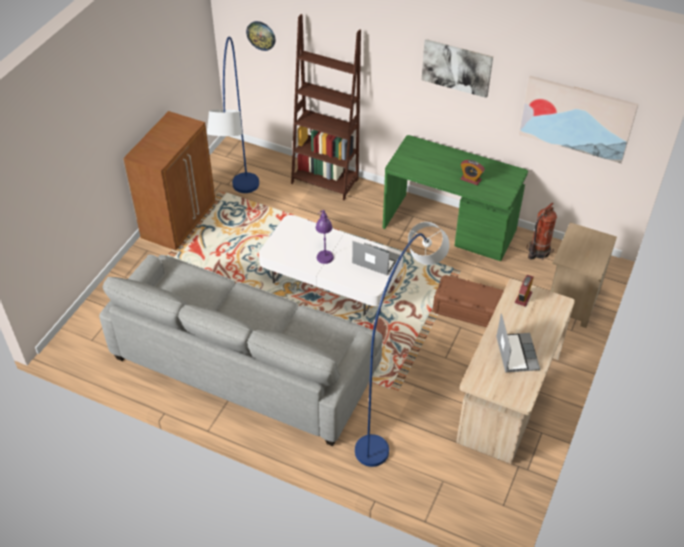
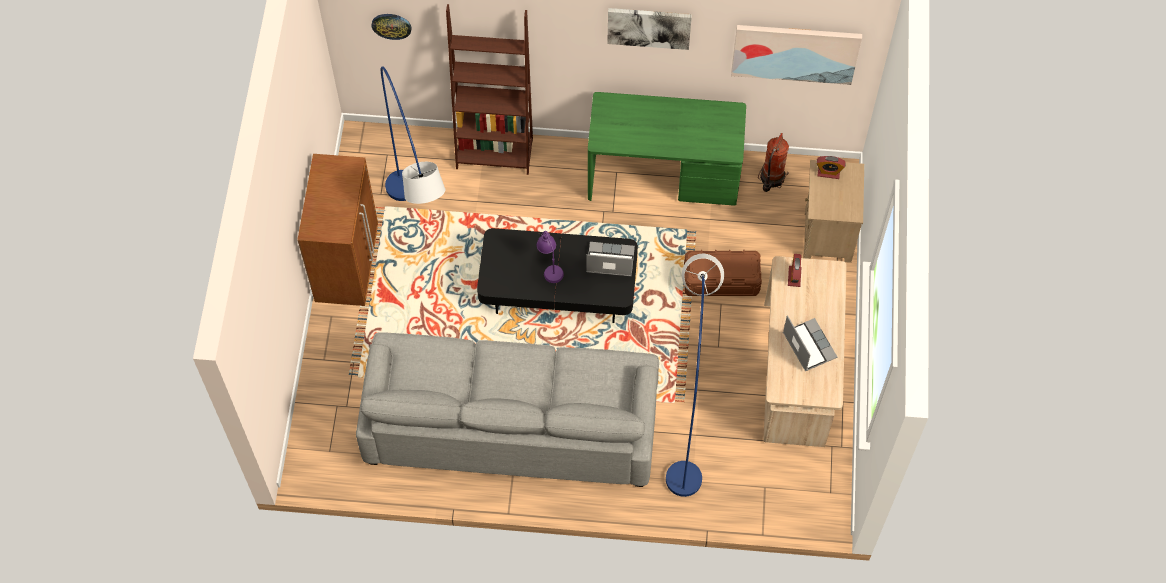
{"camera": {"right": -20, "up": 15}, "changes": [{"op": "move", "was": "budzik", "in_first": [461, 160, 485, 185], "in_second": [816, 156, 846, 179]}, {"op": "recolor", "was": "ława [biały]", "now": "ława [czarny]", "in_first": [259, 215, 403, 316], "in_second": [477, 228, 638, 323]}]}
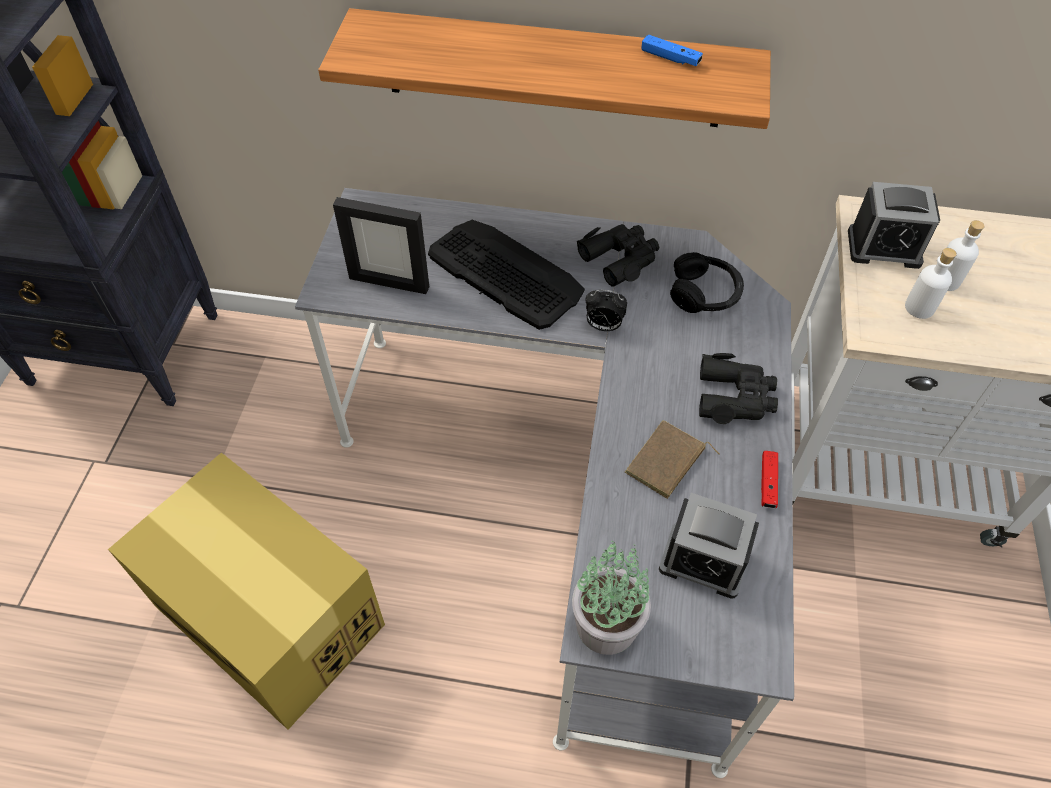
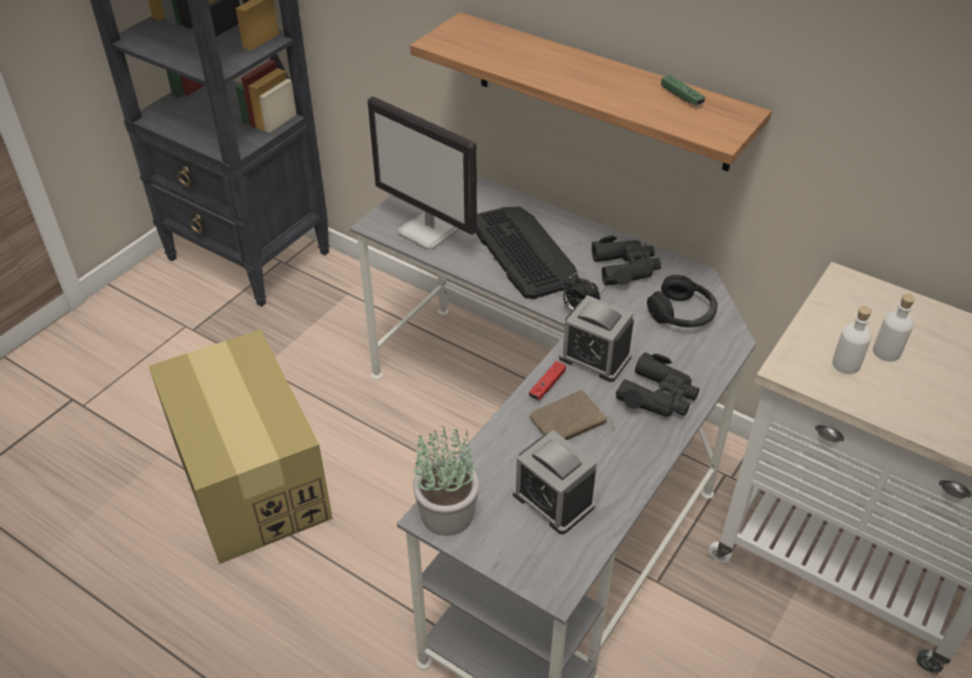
{"camera": {"right": 25, "up": -10}, "changes": [{"op": "recolor", "was": "pad do gier [niebieski]", "now": "pad do gier [zielony]", "in_first": [641, 34, 703, 66], "in_second": [661, 75, 705, 106]}, {"op": "move", "was": "budzik", "in_first": [848, 182, 940, 269], "in_second": [559, 295, 634, 382]}, {"op": "replace", "was": "ramka na zdjęcie", "now": "monitor", "in_first": [333, 197, 429, 294], "in_second": [368, 96, 477, 250]}, {"op": "move", "was": "pad do gier [czerwony]", "in_first": [761, 451, 778, 508], "in_second": [529, 361, 566, 401]}]}
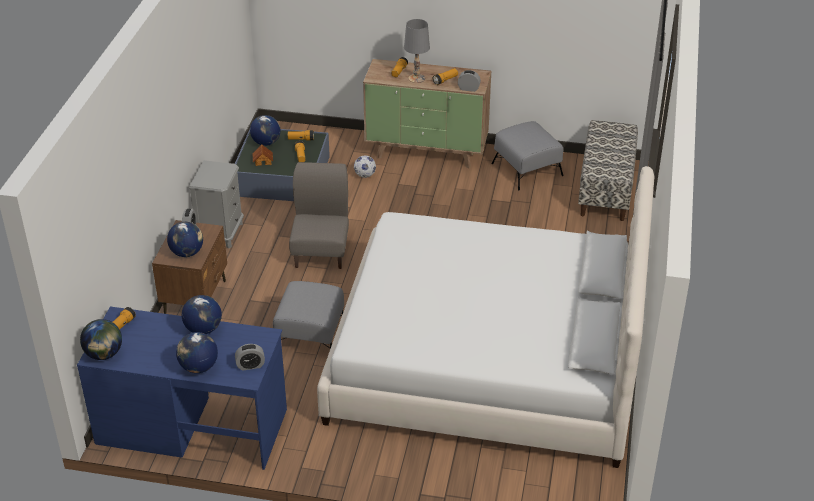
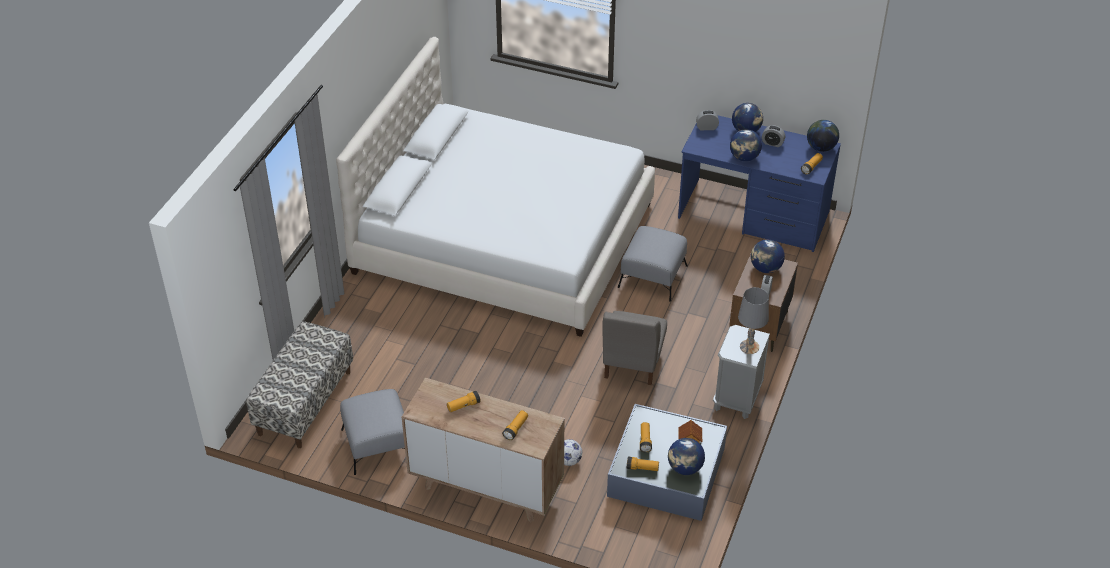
{"camera": {"right": -170, "up": 5}, "changes": [{"op": "move", "was": "lampa stołowa [szary]", "in_first": [404, 19, 430, 83], "in_second": [738, 287, 769, 354]}, {"op": "move", "was": "budzik", "in_first": [458, 70, 481, 92], "in_second": [762, 125, 785, 147]}]}
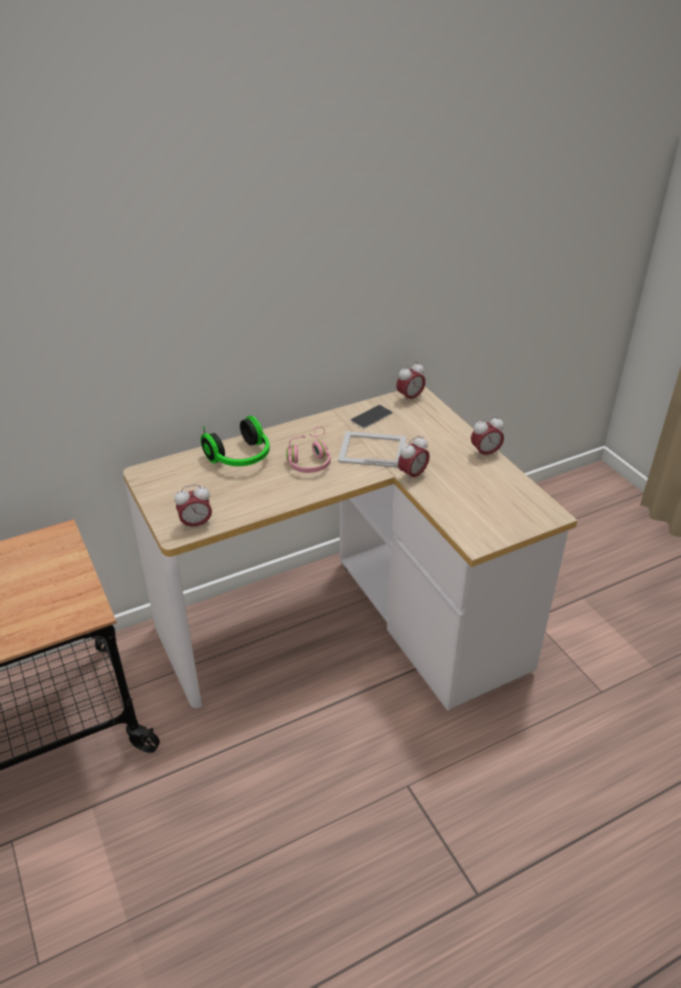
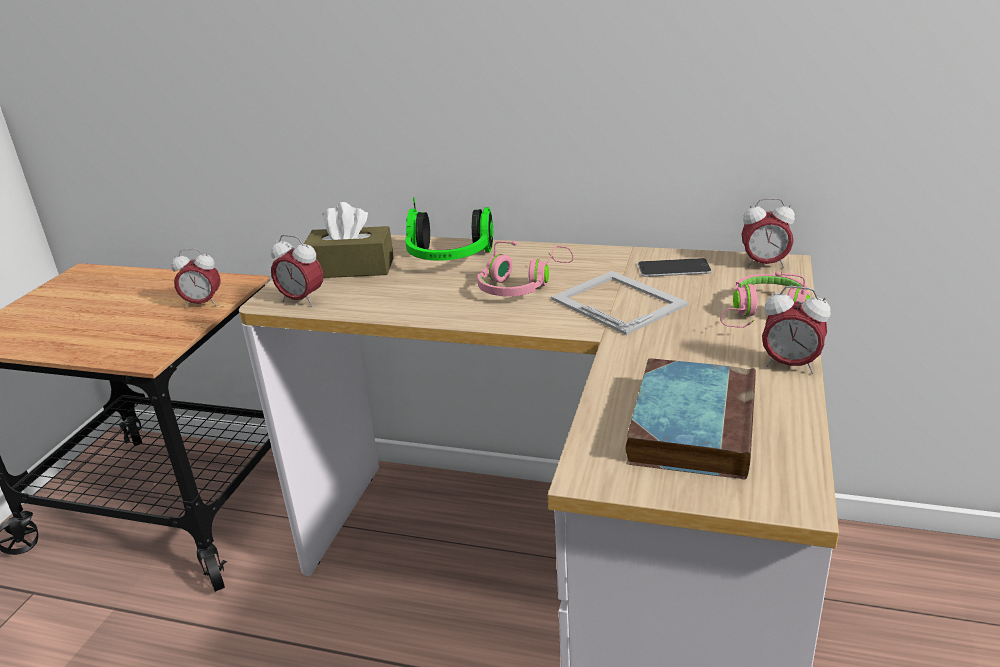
{"camera": {"right": 45, "up": -10}, "changes": [{"op": "move", "was": "budzik", "in_first": [398, 435, 430, 483], "in_second": [171, 249, 221, 308]}, {"op": "insert", "now": "pudełko chusteczek [brązowy]", "in_second": [304, 202, 394, 278]}, {"op": "insert", "now": "słuchawki [różowy]", "in_second": [720, 271, 810, 328]}, {"op": "insert", "now": "książka", "in_second": [625, 358, 756, 480]}]}
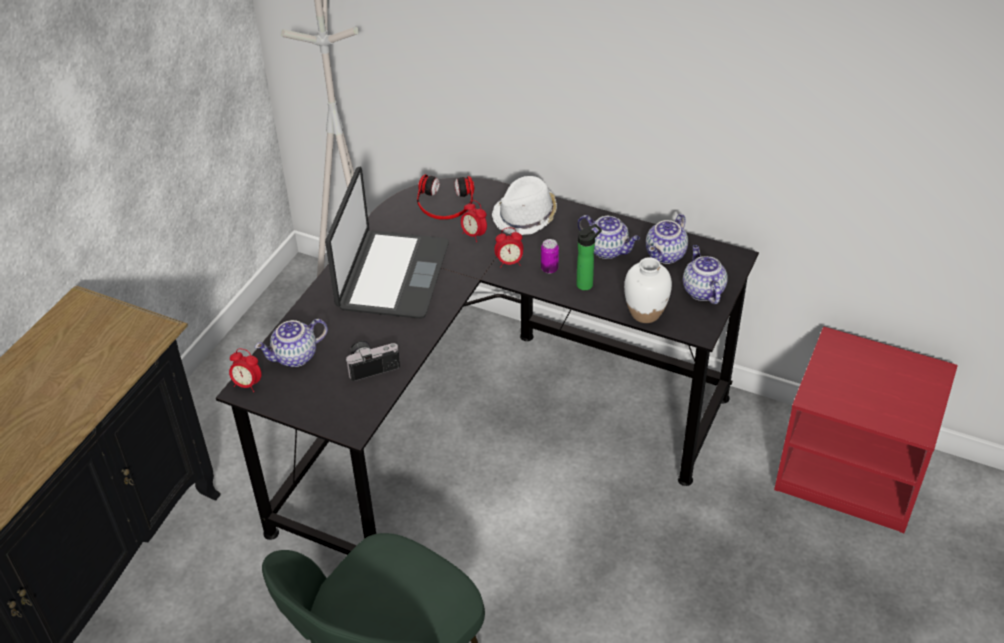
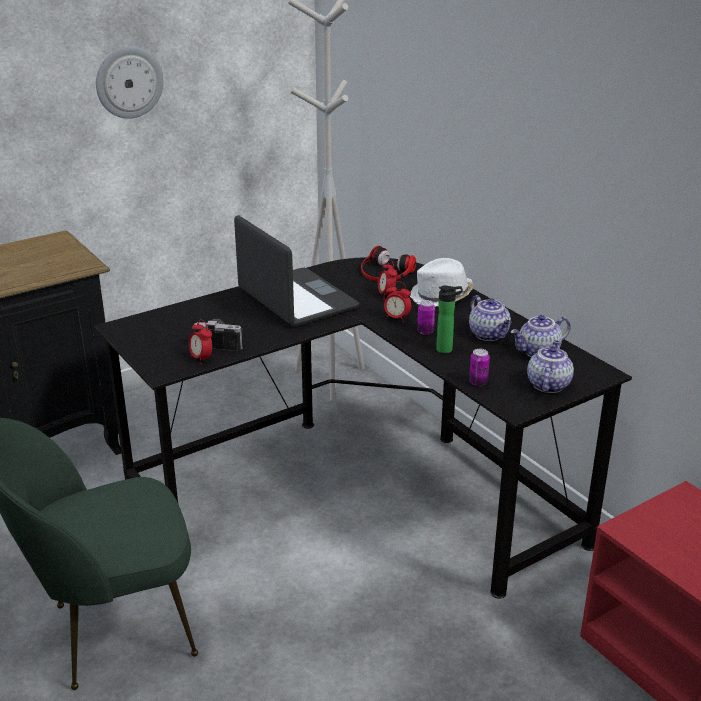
{"camera": {"right": 30, "up": -15}, "changes": [{"op": "rotate", "was": "laptop", "in_first": [325, 166, 449, 319], "in_second": [234, 215, 359, 326], "clockwise": -75}, {"op": "replace", "was": "wazon [biały]", "now": "puszka", "in_first": [624, 257, 672, 323], "in_second": [469, 349, 490, 386]}, {"op": "delete", "was": "imbryk", "in_first": [255, 319, 328, 367]}, {"op": "move", "was": "budzik", "in_first": [229, 348, 262, 392], "in_second": [188, 319, 212, 362]}, {"op": "insert", "now": "zegar ścienny", "in_second": [96, 46, 164, 119]}]}
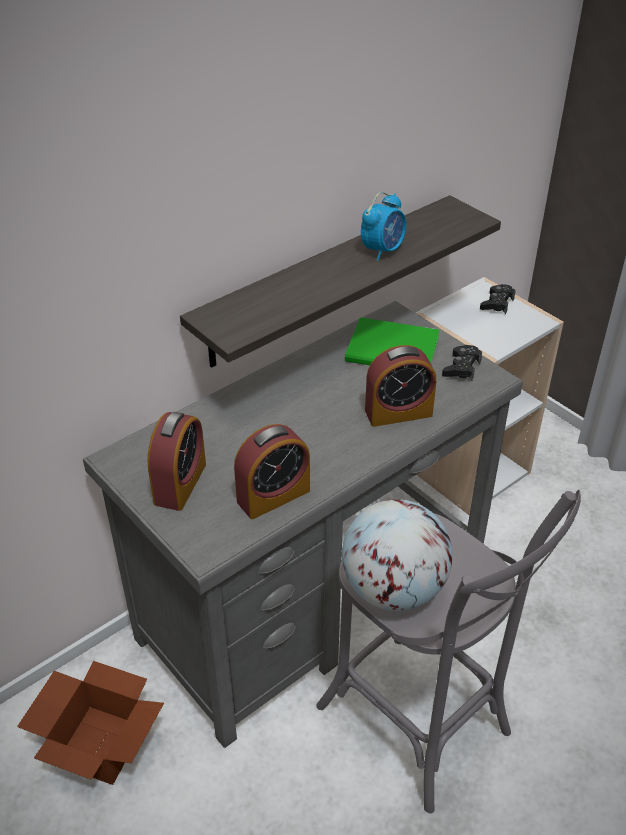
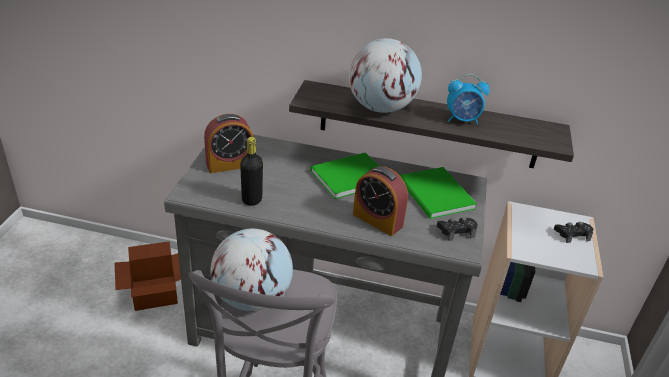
{"camera": {"right": 50, "up": -5}, "changes": [{"op": "replace", "was": "budzik", "now": "butelka [czarny]", "in_first": [234, 424, 310, 519], "in_second": [240, 137, 263, 206]}, {"op": "insert", "now": "globus", "in_second": [349, 38, 422, 113]}, {"op": "insert", "now": "książka [zielony]", "in_second": [310, 152, 379, 199]}]}
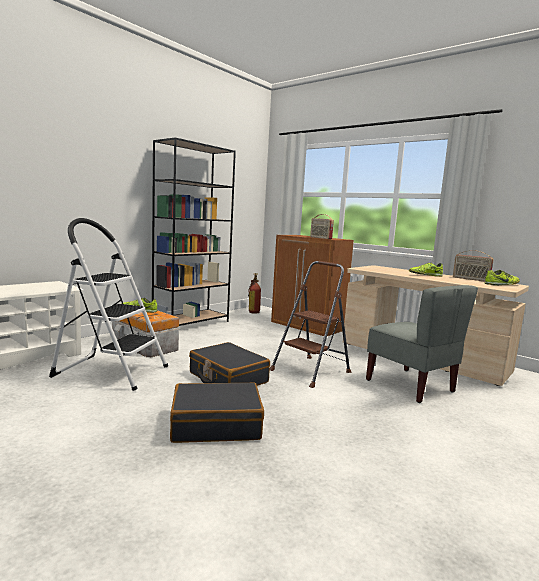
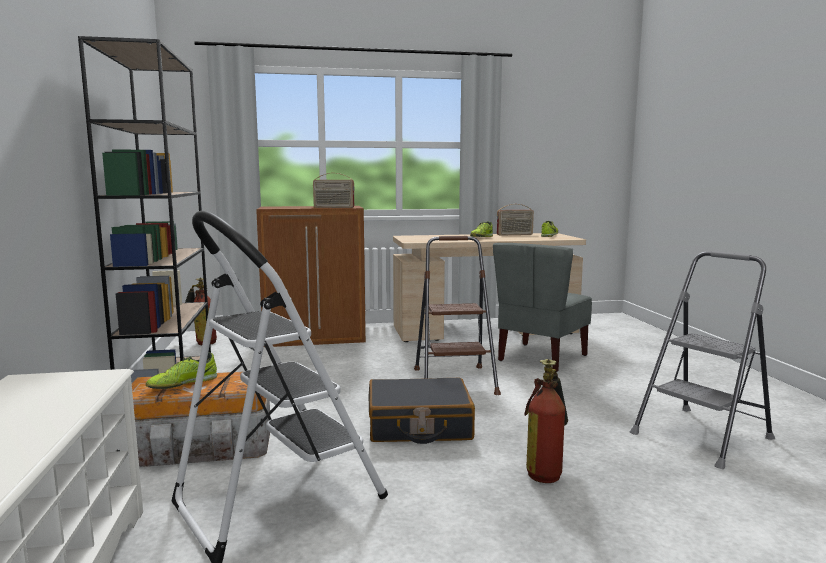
{"camera": {"right": -50, "up": 0}, "changes": [{"op": "rotate", "was": "krzesło [szary]", "in_first": [366, 285, 478, 403], "in_second": [493, 243, 592, 371], "clockwise": 120}, {"op": "replace", "was": "walizka [czarny]", "now": "gaśnica", "in_first": [170, 382, 264, 443], "in_second": [524, 359, 568, 483]}, {"op": "insert", "now": "drabinka [szary]", "in_second": [630, 251, 775, 469]}]}
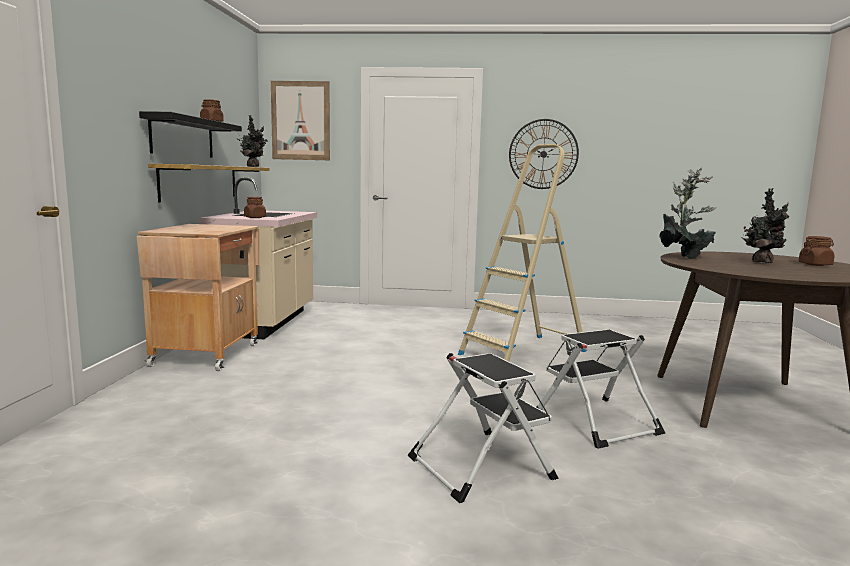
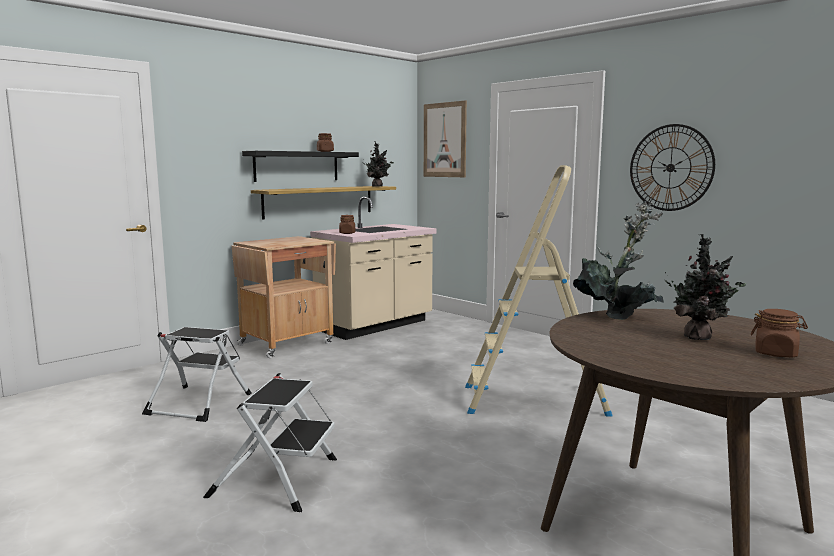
{"camera": {"right": 40, "up": 0}, "changes": [{"op": "move", "was": "drabinka", "in_first": [537, 329, 665, 449], "in_second": [142, 327, 252, 422]}]}
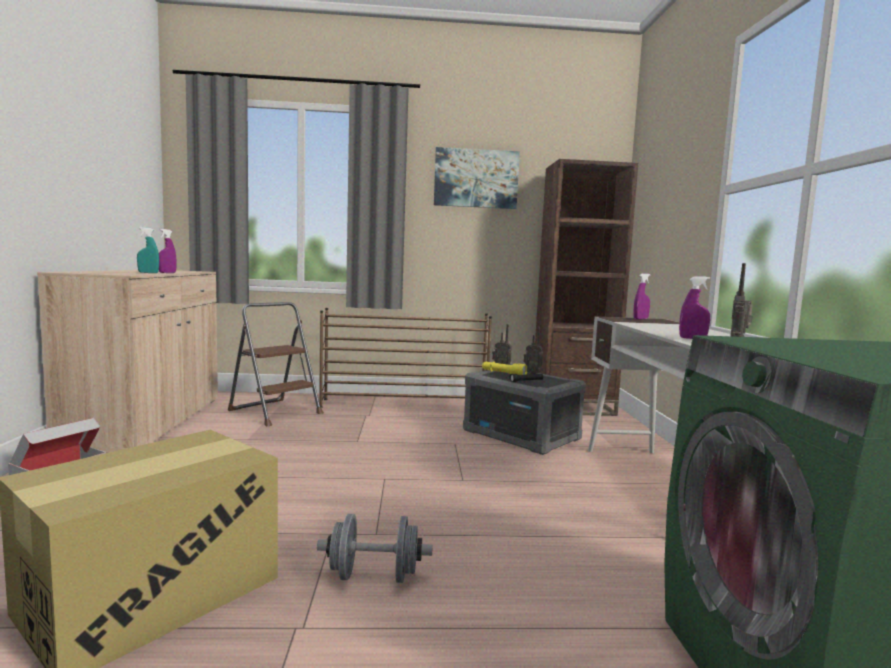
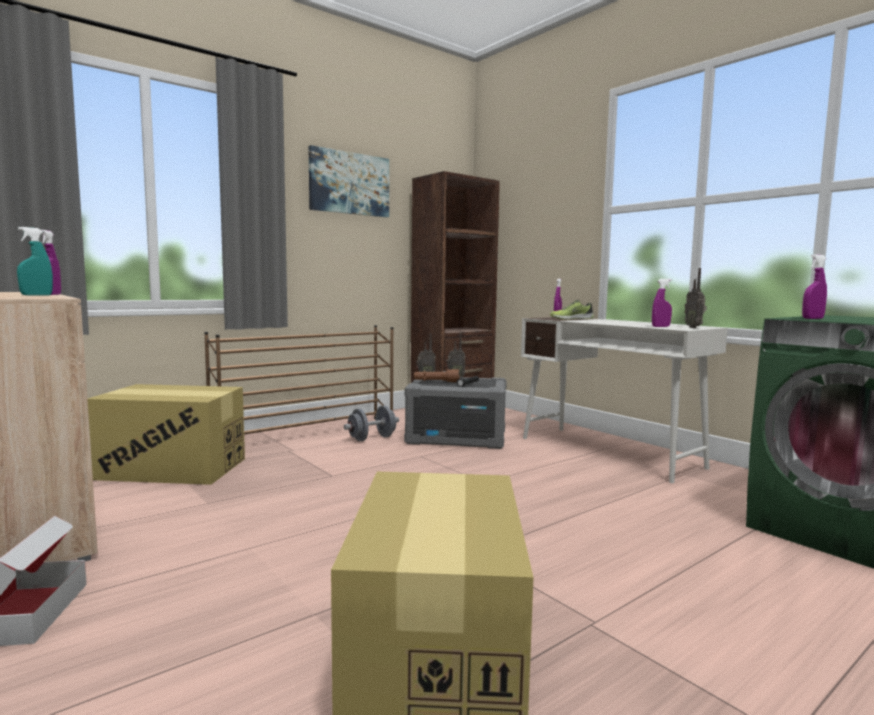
{"camera": {"right": -35, "up": 0}, "changes": [{"op": "replace", "was": "drabinka [brązowy]", "now": "karton", "in_first": [228, 302, 324, 426], "in_second": [87, 384, 245, 485]}, {"op": "recolor", "was": "latarka [żółty]", "now": "latarka [brązowy]", "in_first": [482, 362, 527, 375], "in_second": [414, 369, 460, 382]}, {"op": "move", "was": "hantel [szary]", "in_first": [317, 514, 433, 583], "in_second": [344, 406, 399, 442]}, {"op": "insert", "now": "spryskiwacz [fioletowy]", "in_second": [802, 254, 827, 319]}, {"op": "insert", "now": "but", "in_second": [550, 300, 594, 320]}]}
